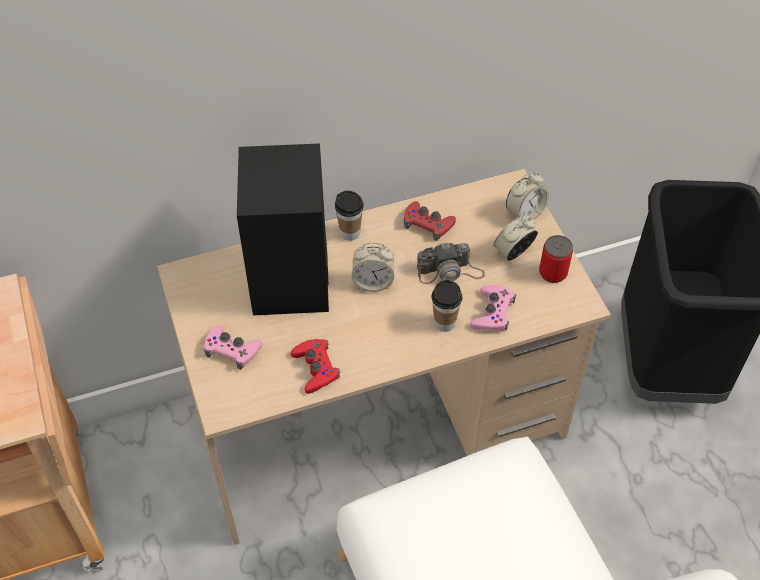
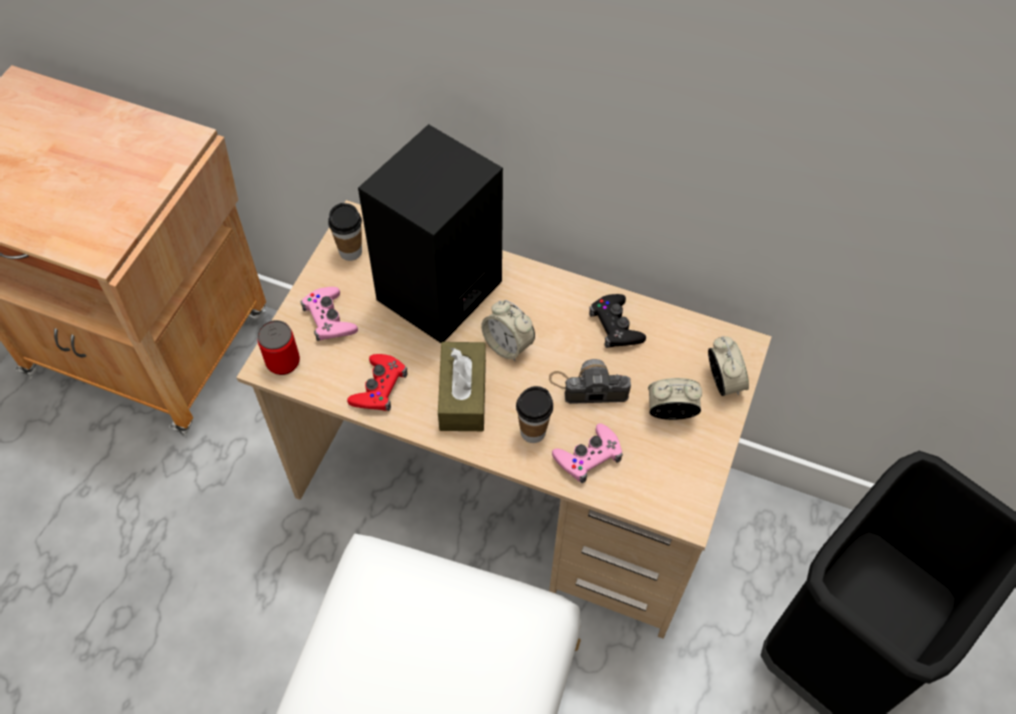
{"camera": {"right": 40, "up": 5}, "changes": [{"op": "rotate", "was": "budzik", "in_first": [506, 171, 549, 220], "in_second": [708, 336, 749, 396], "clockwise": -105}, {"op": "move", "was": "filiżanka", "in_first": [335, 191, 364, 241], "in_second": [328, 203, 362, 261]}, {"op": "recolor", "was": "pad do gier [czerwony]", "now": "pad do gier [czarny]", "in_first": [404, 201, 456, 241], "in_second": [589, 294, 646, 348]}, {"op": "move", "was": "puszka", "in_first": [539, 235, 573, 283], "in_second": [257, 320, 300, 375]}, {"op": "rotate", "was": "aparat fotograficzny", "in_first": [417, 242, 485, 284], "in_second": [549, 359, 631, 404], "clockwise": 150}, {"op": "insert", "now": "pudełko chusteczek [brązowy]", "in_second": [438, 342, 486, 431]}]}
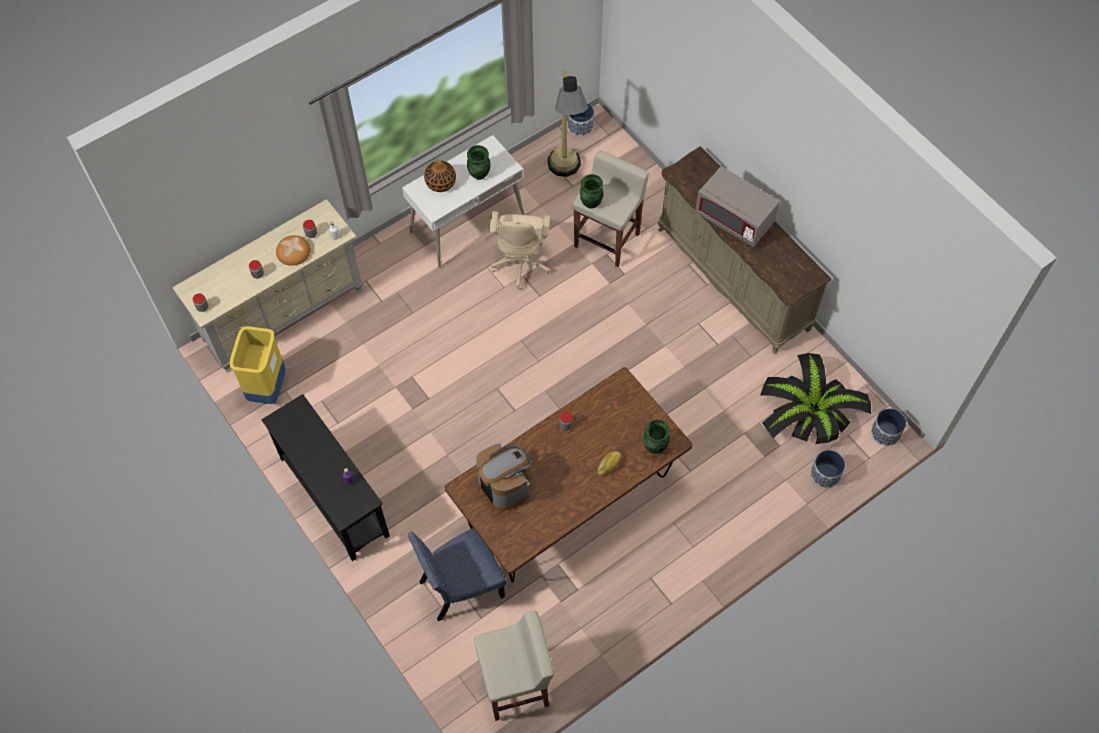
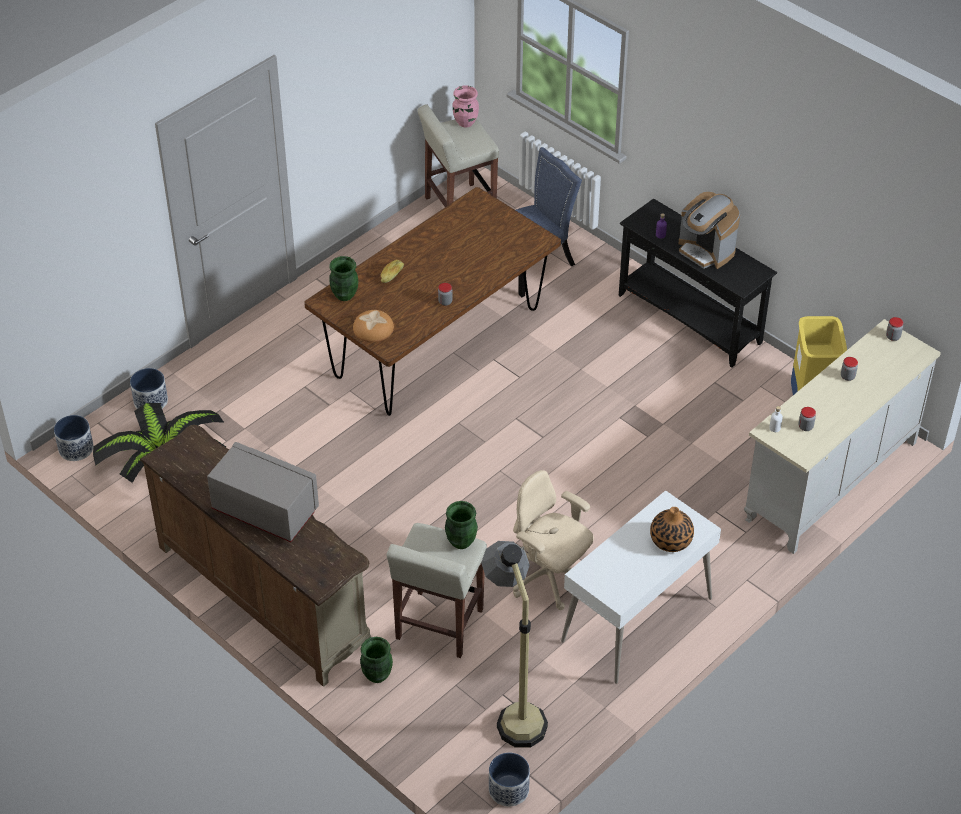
{"camera": {"right": 170, "up": -15}, "changes": [{"op": "move", "was": "wazon [zielony]", "in_first": [467, 145, 490, 180], "in_second": [360, 637, 393, 683]}, {"op": "rotate", "was": "krzesło biurowe [beżowy]", "in_first": [489, 211, 551, 290], "in_second": [513, 470, 594, 610], "clockwise": -45}, {"op": "move", "was": "chleb", "in_first": [276, 235, 311, 266], "in_second": [353, 310, 394, 342]}, {"op": "move", "was": "ekspres do kawy", "in_first": [476, 443, 531, 510], "in_second": [678, 192, 740, 269]}, {"op": "insert", "now": "wazon [różowy]", "in_second": [453, 85, 479, 127]}]}
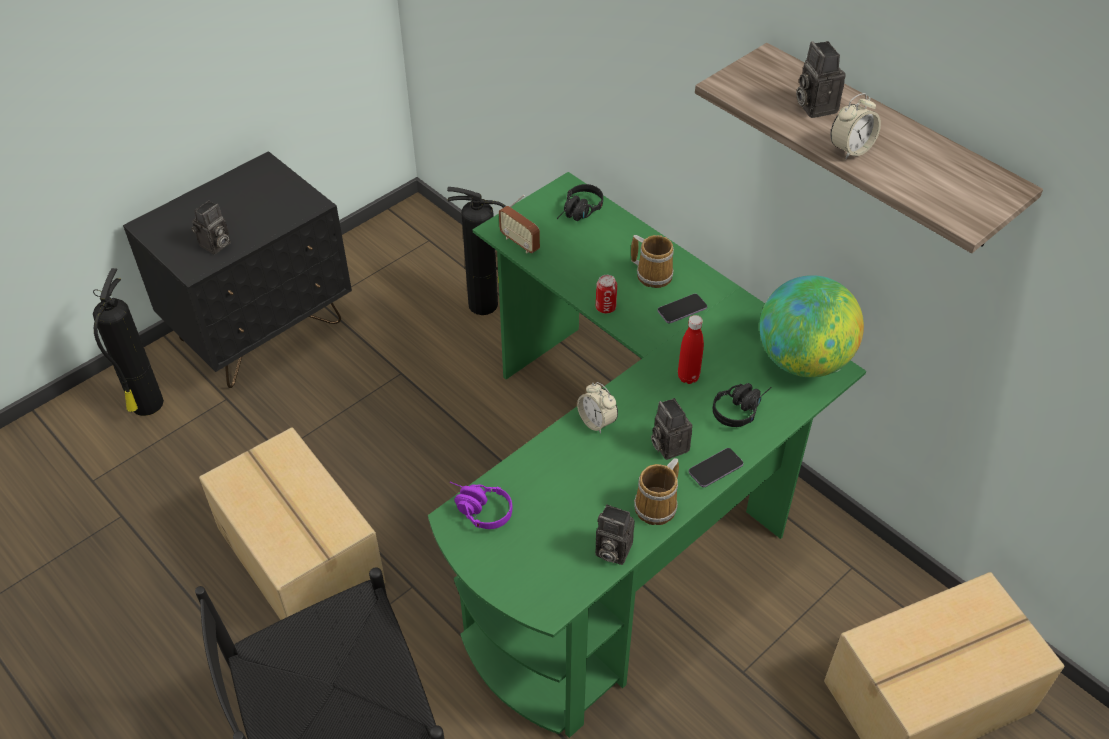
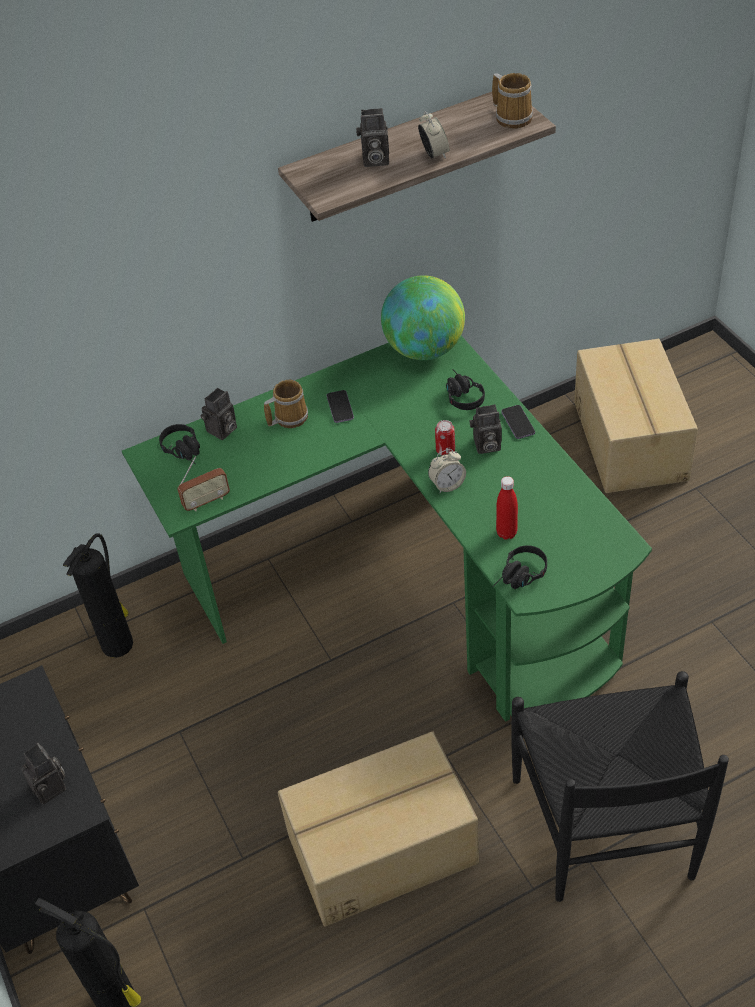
{"camera": {"right": -70, "up": 0}, "changes": [{"op": "move", "was": "puszka", "in_first": [596, 275, 617, 314], "in_second": [435, 420, 455, 455]}, {"op": "move", "was": "butelka [czerwony]", "in_first": [678, 315, 704, 384], "in_second": [496, 476, 518, 540]}, {"op": "move", "was": "kubek", "in_first": [634, 458, 679, 525], "in_second": [492, 73, 533, 128]}, {"op": "recolor", "was": "słuchawki [fioletowy]", "now": "słuchawki [czarny]", "in_first": [450, 482, 513, 529], "in_second": [492, 545, 547, 589]}, {"op": "move", "was": "aparat fotograficzny", "in_first": [595, 504, 635, 565], "in_second": [200, 388, 237, 440]}]}
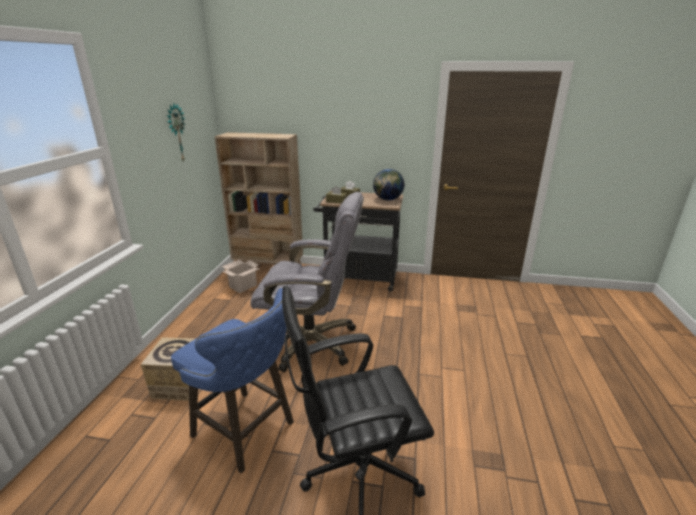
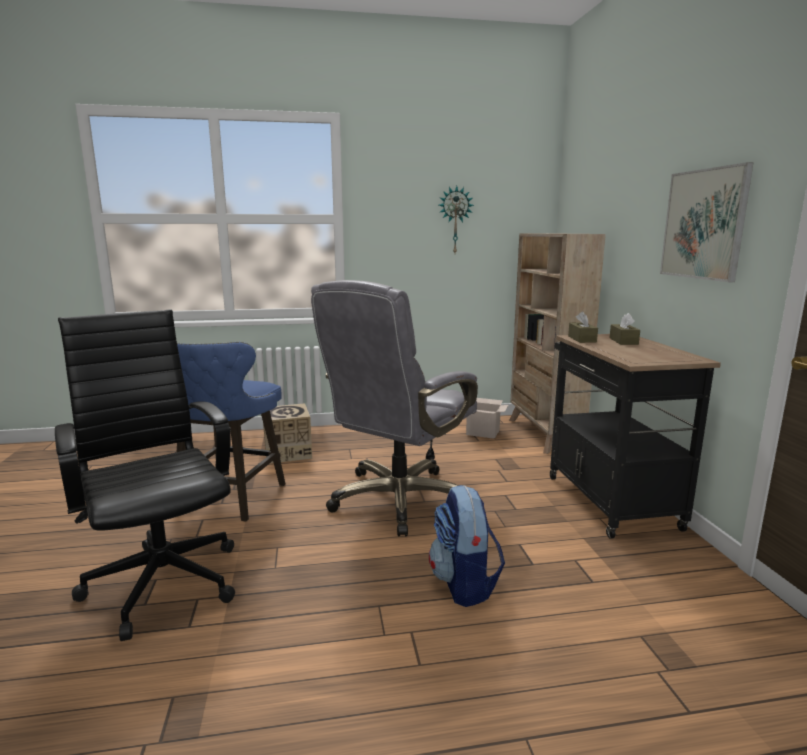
{"camera": {"right": 70, "up": -10}, "changes": [{"op": "delete", "was": "globus", "in_first": [373, 169, 405, 201]}, {"op": "rotate", "was": "krzesło biurowe [szary]", "in_first": [250, 192, 364, 372], "in_second": [311, 280, 478, 536], "clockwise": 45}, {"op": "insert", "now": "obraz", "in_second": [660, 162, 754, 282]}, {"op": "insert", "now": "plecak", "in_second": [429, 485, 505, 607]}]}
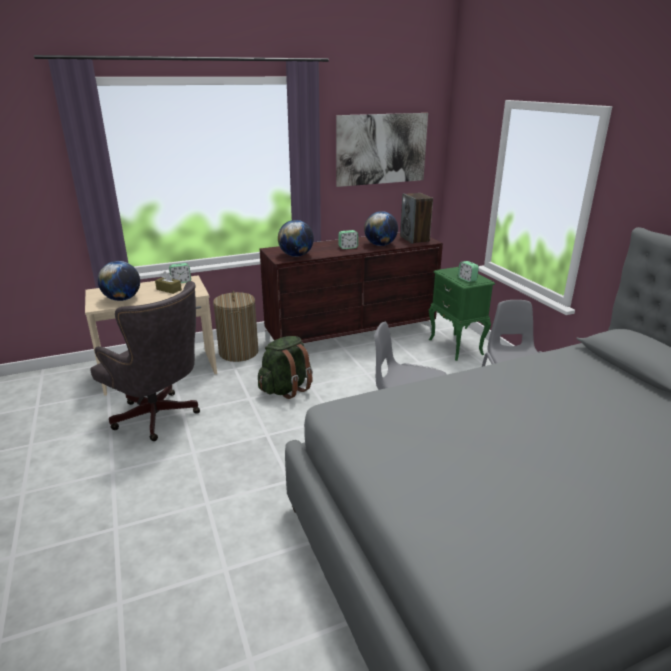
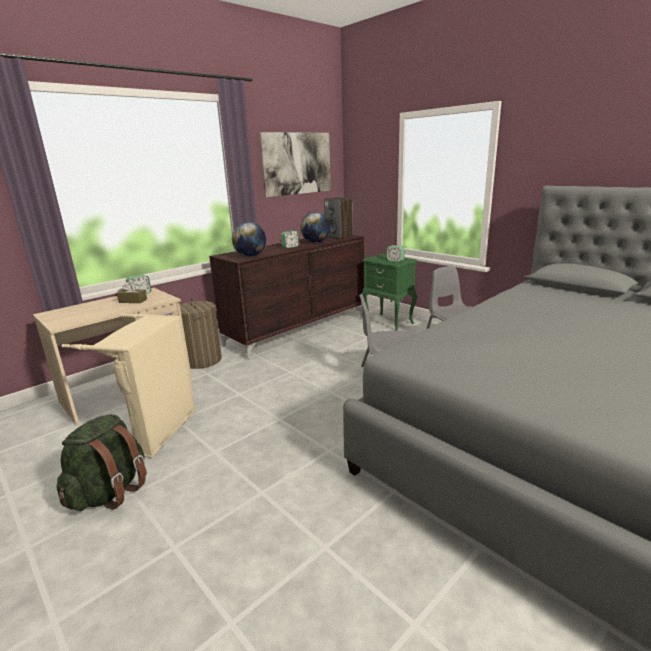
{"camera": {"right": -20, "up": -5}, "changes": [{"op": "delete", "was": "globus", "in_first": [98, 261, 140, 301]}, {"op": "replace", "was": "krzesło biurowe [szary]", "now": "kosz na pranie [beżowy]", "in_first": [90, 281, 200, 441], "in_second": [61, 314, 196, 458]}, {"op": "move", "was": "plecak [zielony]", "in_first": [258, 336, 313, 399], "in_second": [57, 414, 147, 511]}]}
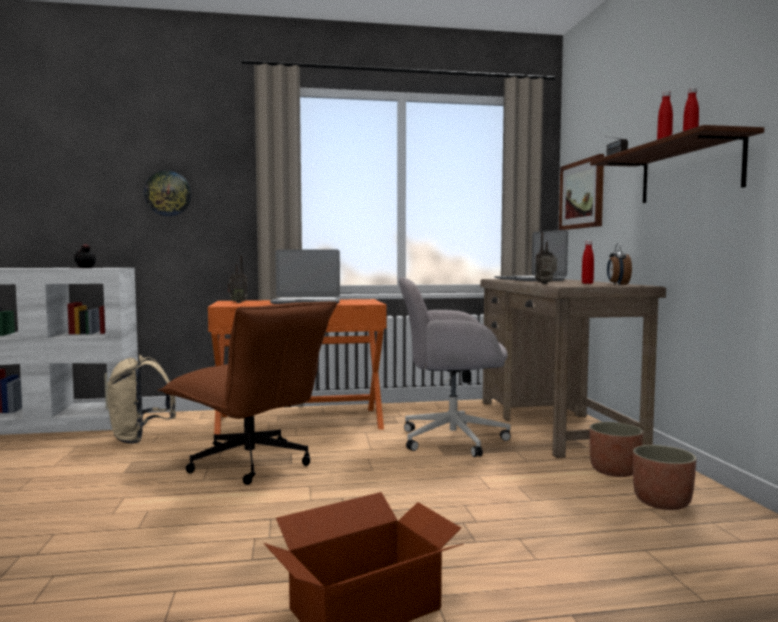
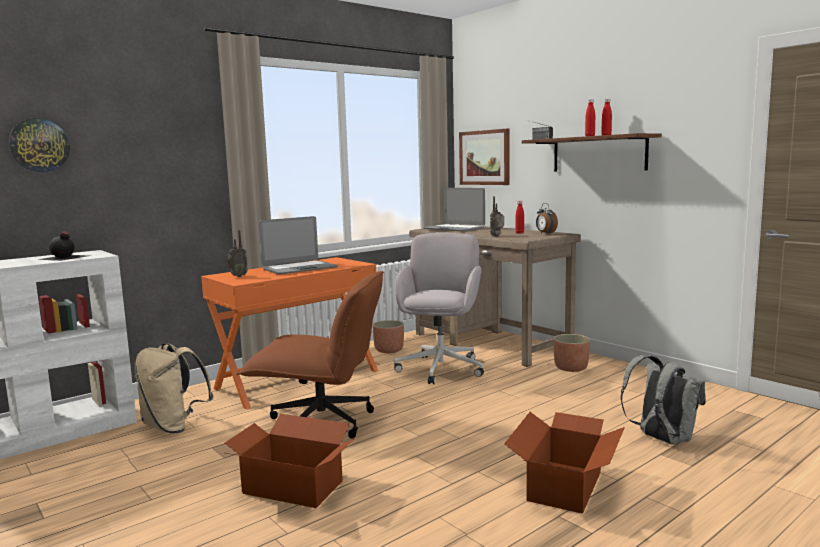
{"camera": {"right": -30, "up": 5}, "changes": [{"op": "move", "was": "zegar ścienny", "in_first": [144, 171, 191, 216], "in_second": [9, 118, 70, 172]}, {"op": "rotate", "was": "krzesło biurowe [szary]", "in_first": [399, 277, 511, 457], "in_second": [394, 232, 484, 384], "clockwise": 135}, {"op": "move", "was": "donica", "in_first": [633, 445, 697, 510], "in_second": [373, 320, 404, 353]}, {"op": "insert", "now": "plecak [szary]", "in_second": [621, 355, 706, 445]}, {"op": "insert", "now": "karton", "in_second": [225, 414, 355, 508]}]}
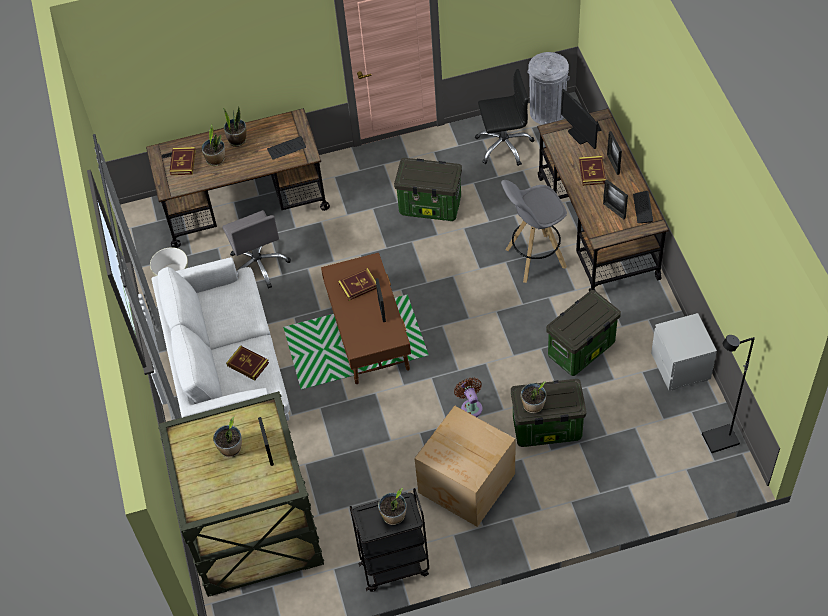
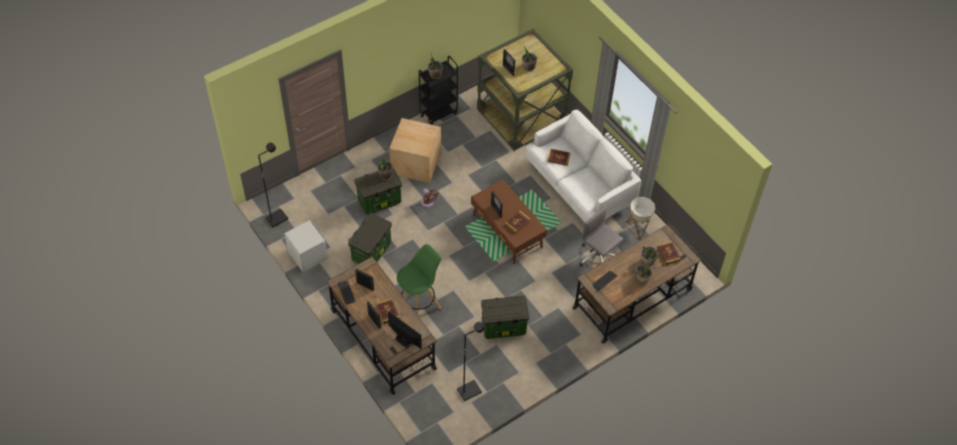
{"camera": {"right": 155, "up": 0}, "changes": [{"op": "delete", "was": "kosz na śmieci [szary]", "in_first": [528, 52, 570, 125]}, {"op": "replace", "was": "krzesło biurowe [czarny]", "now": "lampa stojąca [czarny]", "in_first": [475, 69, 534, 166], "in_second": [457, 322, 484, 401]}, {"op": "recolor", "was": "stołek [szary]", "now": "stołek [zielony]", "in_first": [501, 180, 567, 283], "in_second": [397, 244, 441, 315]}]}
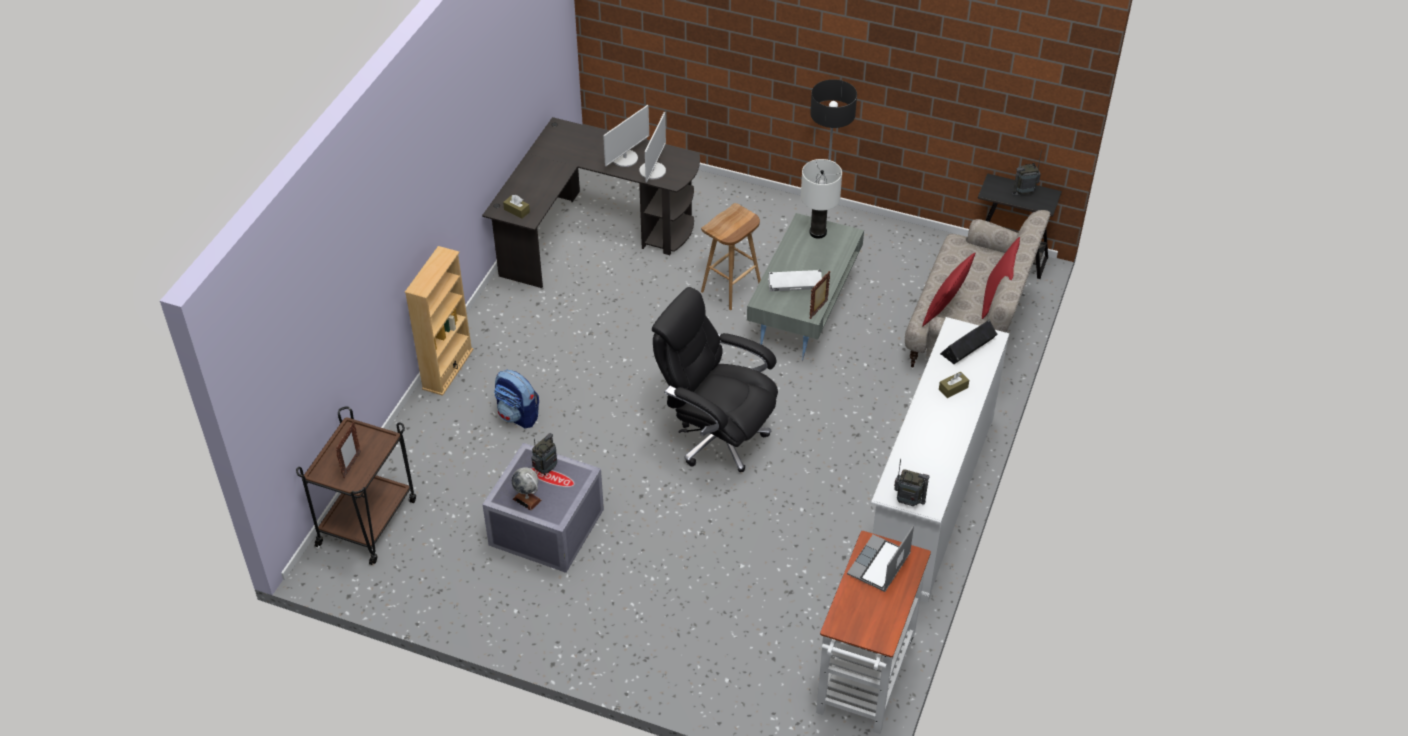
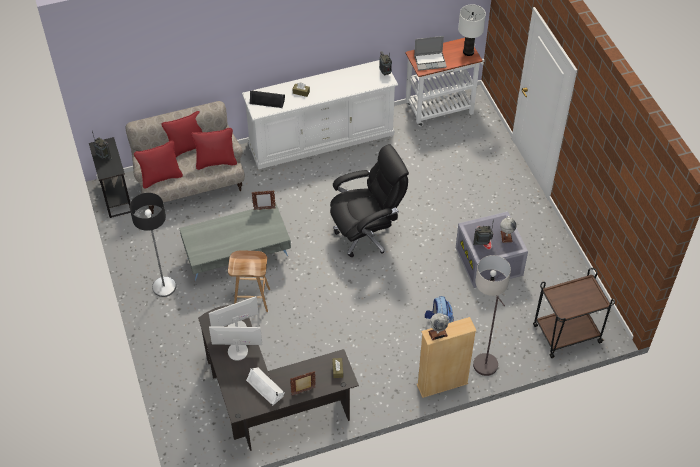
{"camera": {"right": -130, "up": 5}, "changes": [{"op": "move", "was": "lampa stołowa [biały]", "in_first": [801, 159, 842, 239], "in_second": [458, 4, 486, 56]}, {"op": "move", "was": "głośnik [biały]", "in_first": [768, 270, 822, 291], "in_second": [246, 367, 285, 406]}, {"op": "rotate", "was": "krzesło biurowe [czarny]", "in_first": [652, 287, 778, 472], "in_second": [330, 144, 409, 257], "clockwise": -105}, {"op": "move", "was": "ramka na zdjęcie", "in_first": [335, 422, 361, 478], "in_second": [290, 371, 316, 395]}, {"op": "insert", "now": "poduszka [czerwony]", "in_second": [134, 141, 183, 189]}, {"op": "insert", "now": "lampa stojąca [szary]", "in_second": [473, 255, 511, 376]}, {"op": "insert", "now": "globus", "in_second": [428, 313, 450, 340]}]}
